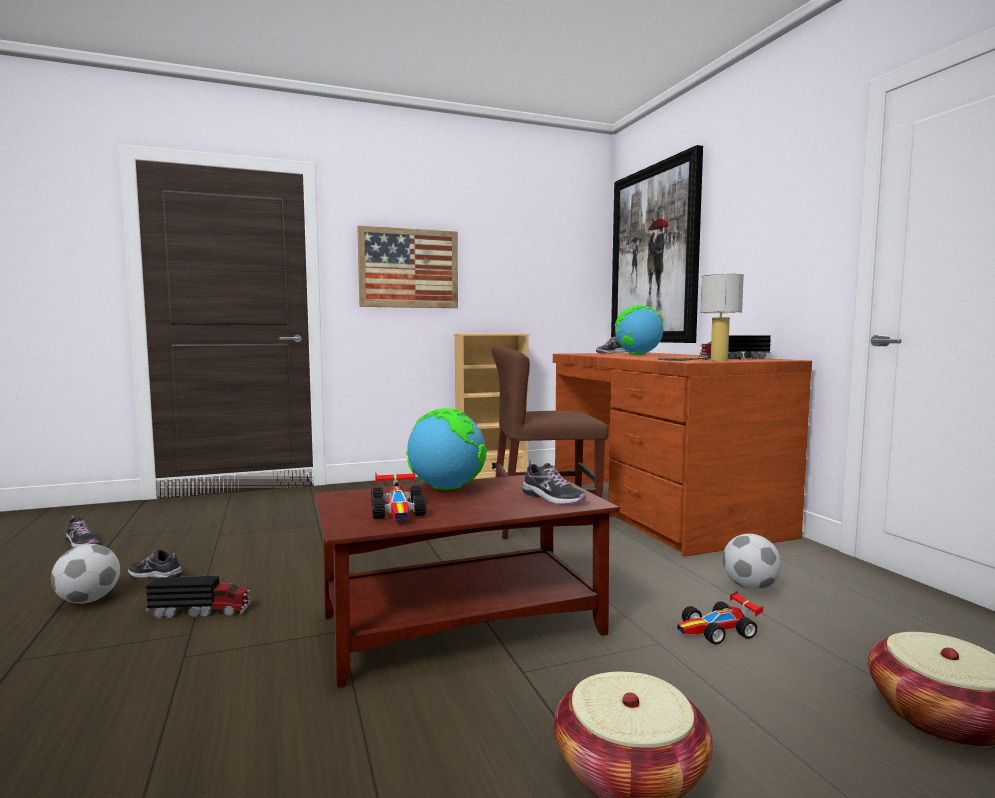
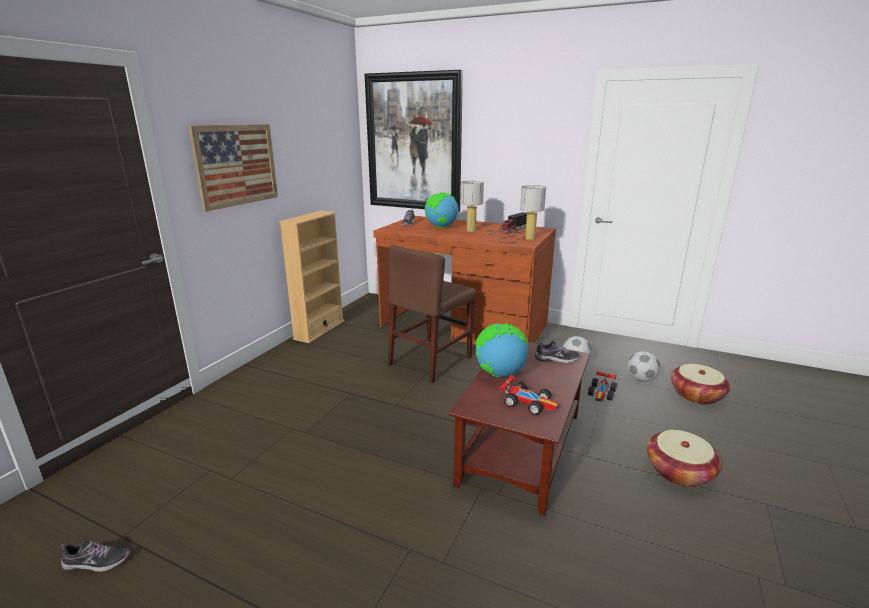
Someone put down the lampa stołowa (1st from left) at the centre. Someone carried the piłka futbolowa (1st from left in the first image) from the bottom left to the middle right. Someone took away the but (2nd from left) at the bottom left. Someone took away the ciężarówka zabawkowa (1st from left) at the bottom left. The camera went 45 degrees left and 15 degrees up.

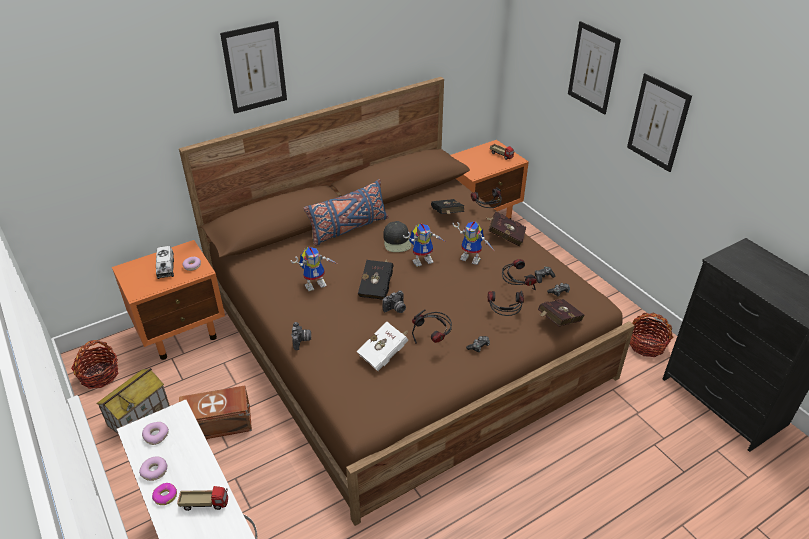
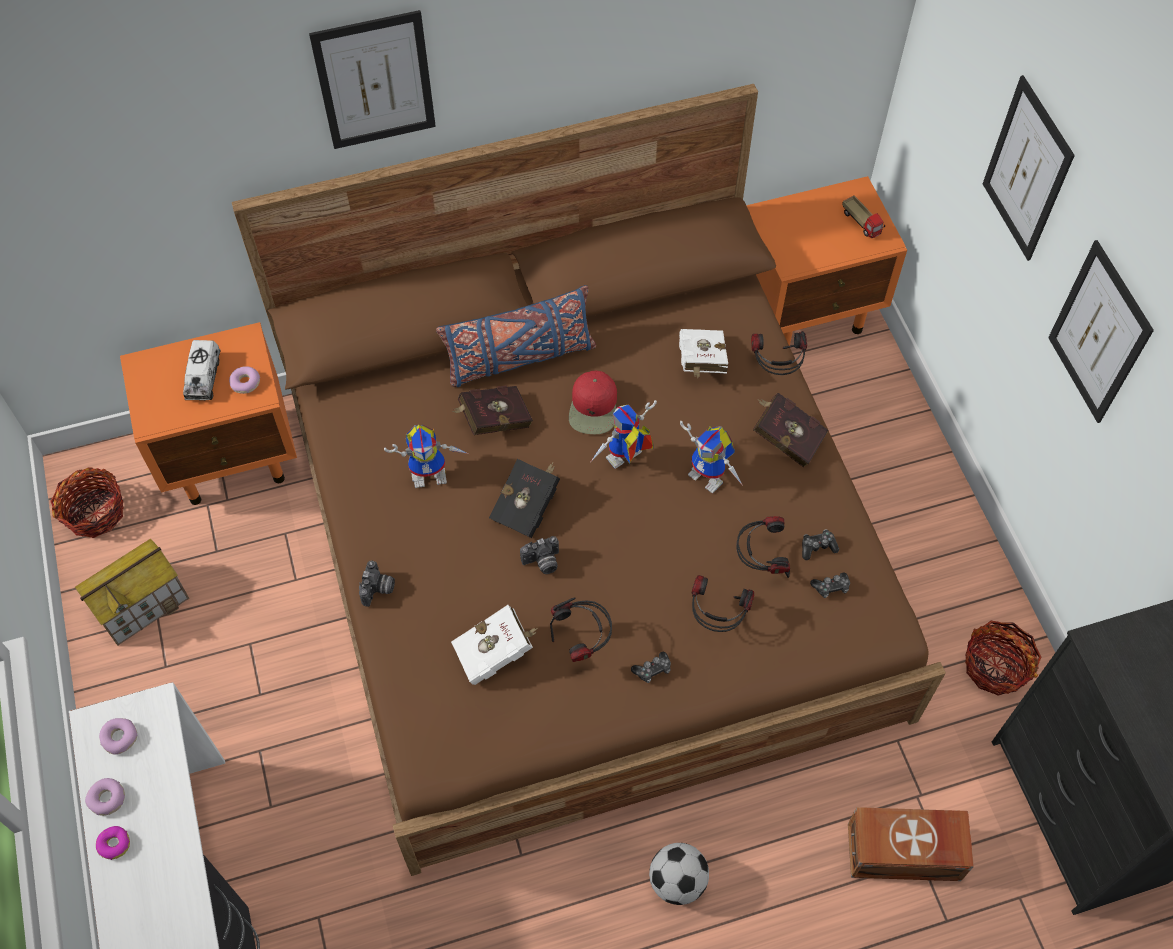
Someone carried the książka (czerwony) (2nd from left in the first image) from the middle right to the centre. Someone repainted the czapka z daszkiem (czarny) at the centre, which became the czapka z daszkiem (czerwony) at the centre. Someone rotated the robot zabawkowy (2nd from left) at the centre by 150 degrees clockwise. Someone put down the piłka futbolowa at the bottom centre. Someone repainted the książka (czarny) (2nd from left) at the centre, which became the książka (biały) (2nd from left) at the centre. Someone carried the pojemnik do przechowywania (brązowy) from the bottom left to the bottom right. Someone took away the ciężarówka zabawkowa (2nd from left) at the bottom left. The camera went 15 degrees right and 20 degrees up.

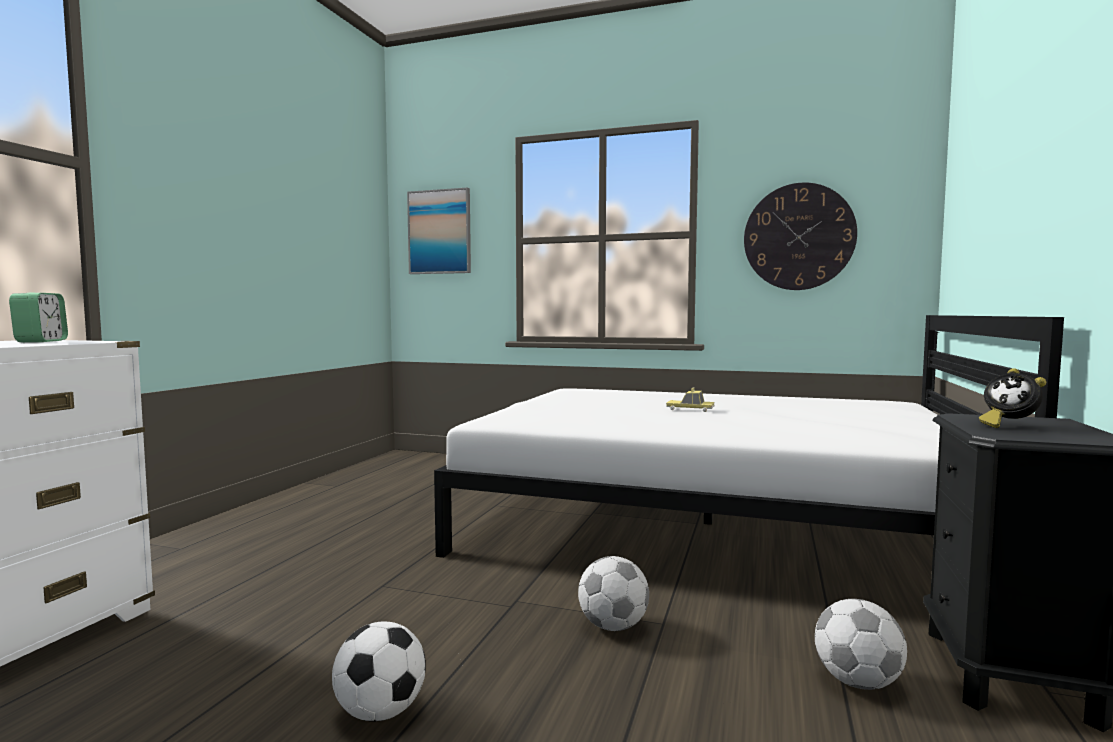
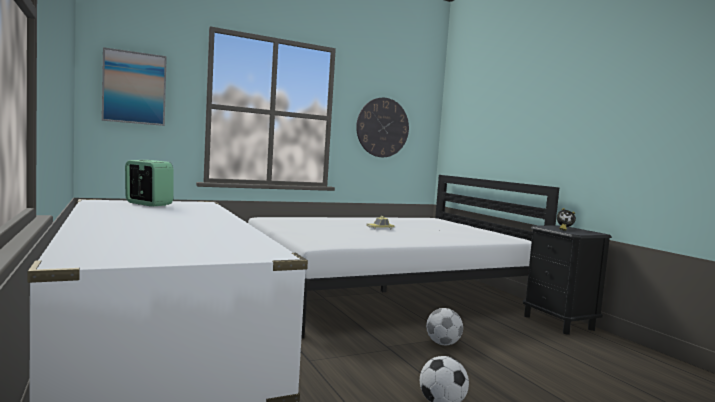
Someone took away the piłka futbolowa (3rd from left) at the bottom right. The camera went 45 degrees left and 0 degrees up.

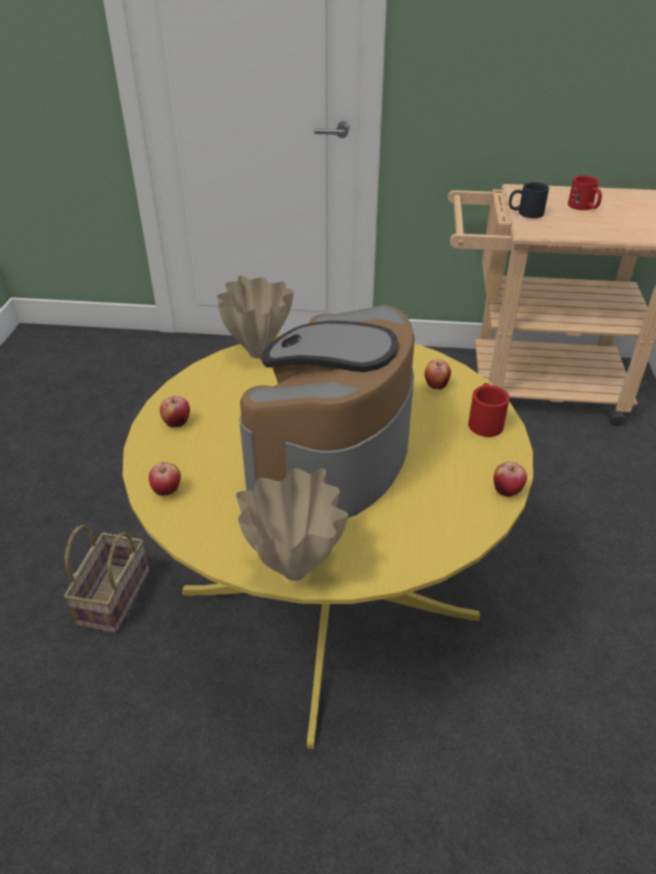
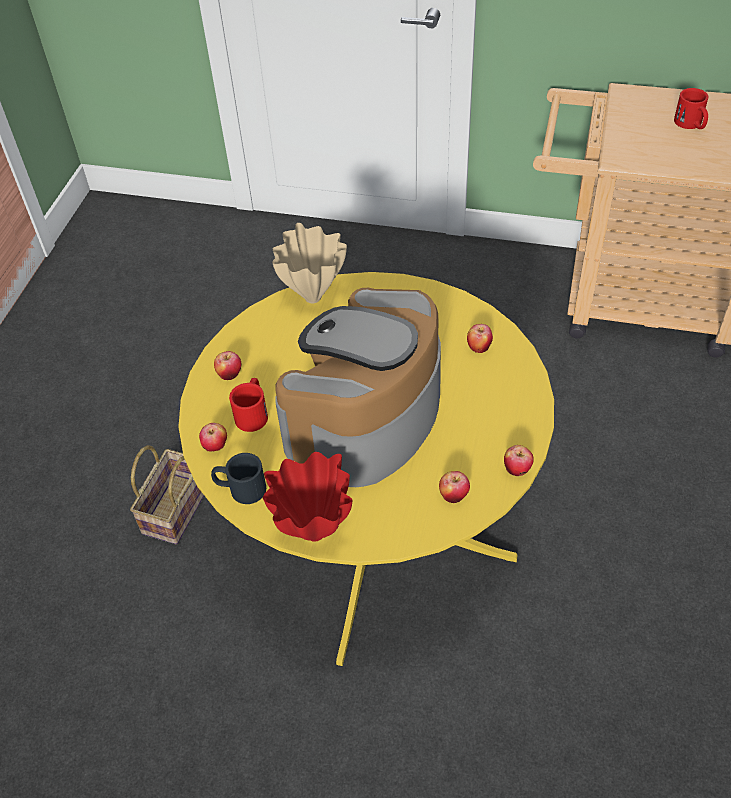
Someone carried the kubek (czarny) from the top right to the middle left. Someone carried the kubek (czerwony) (1st from left) from the middle right to the centre. Someone repainted the wazon (beżowy) (2nd from left) at the centre, which became the wazon (czerwony) at the centre. Someone put down the jabłko (3rd from left) at the centre. The camera went 10 degrees right and 10 degrees up.

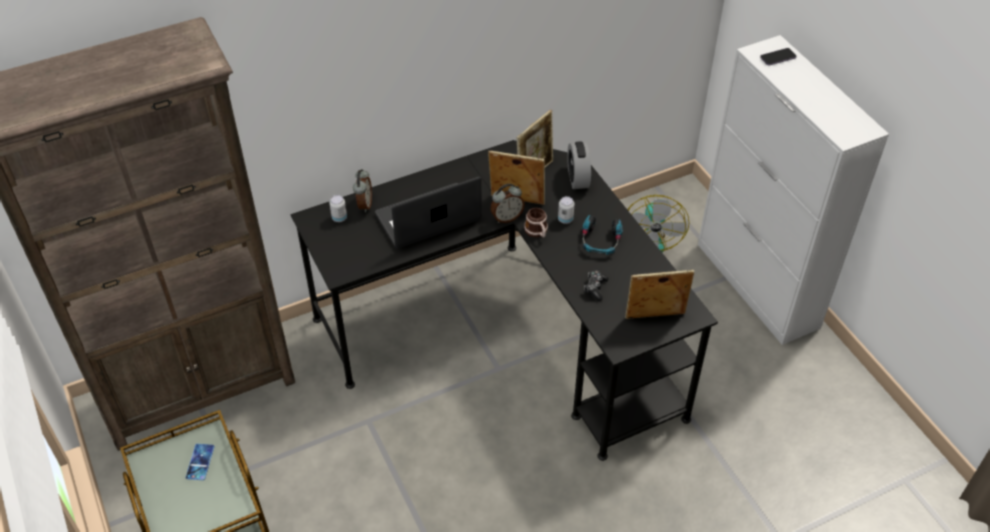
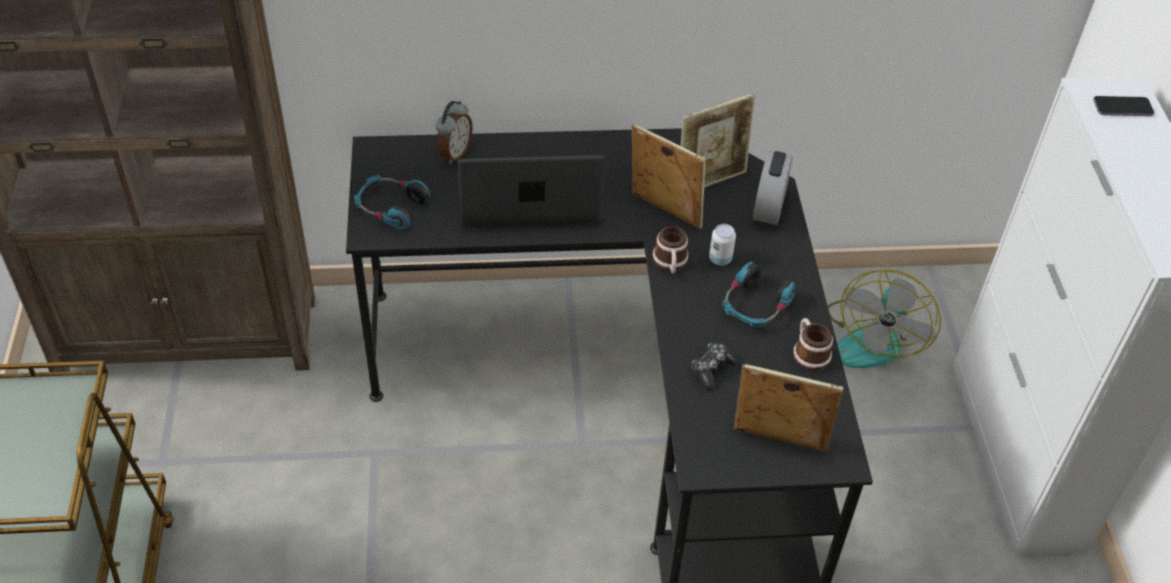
Someone put down the słuchawki (1st from left) at the centre. Someone put down the kubek (2nd from left) at the middle right. Someone took away the telefon (1st from left) at the bottom left. Someone took away the puszka (1st from left) at the centre. Someone took away the budzik (2nd from left) at the centre. The camera went 20 degrees right and 0 degrees up.

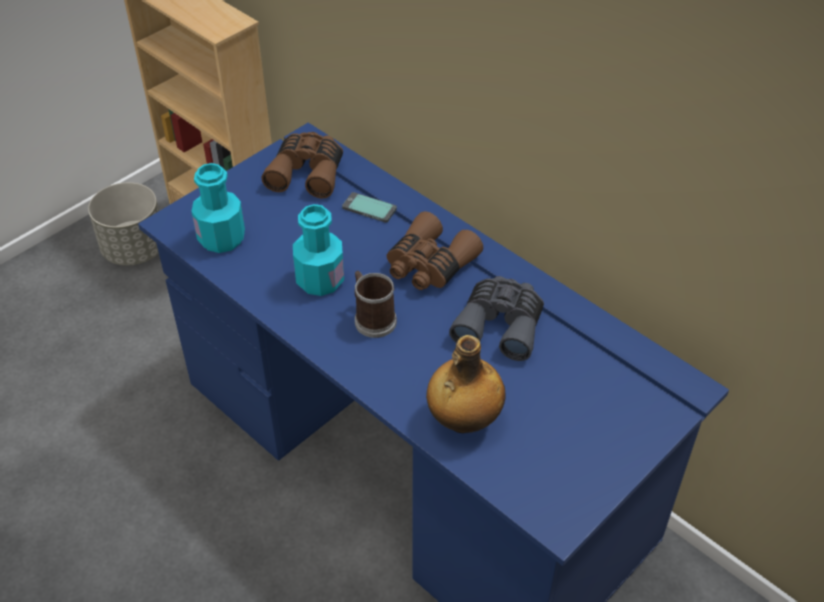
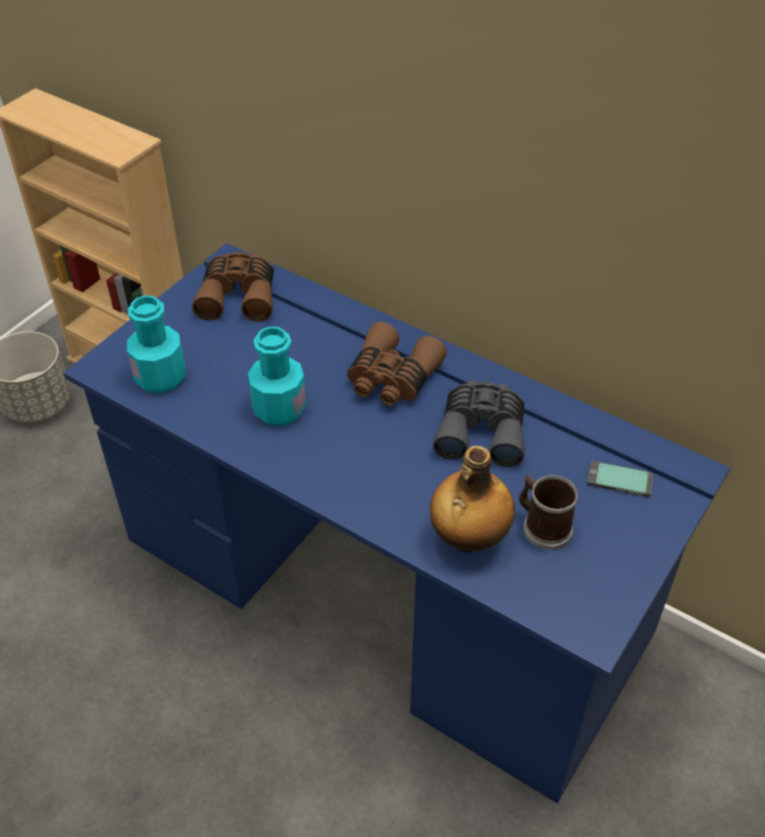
Someone carried the kubek from the centre to the middle right. Someone carried the telefon from the centre to the middle right. The camera went 10 degrees left and 0 degrees up.

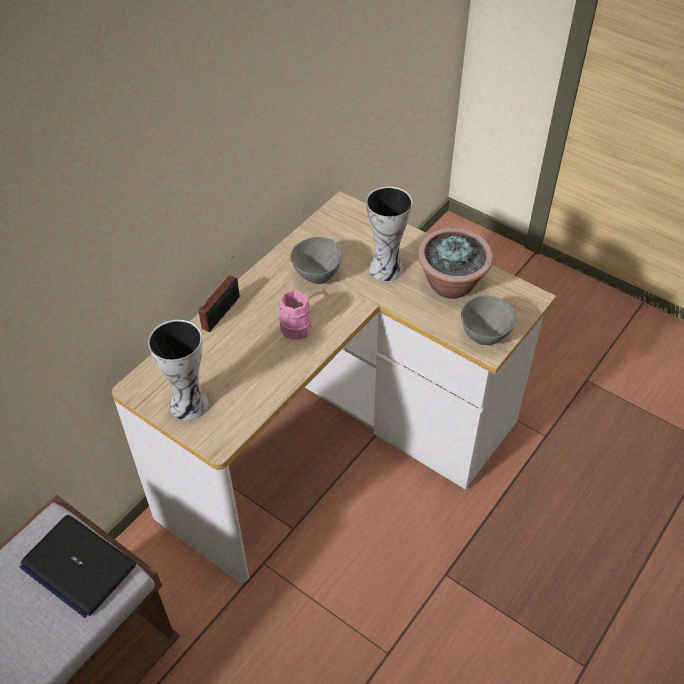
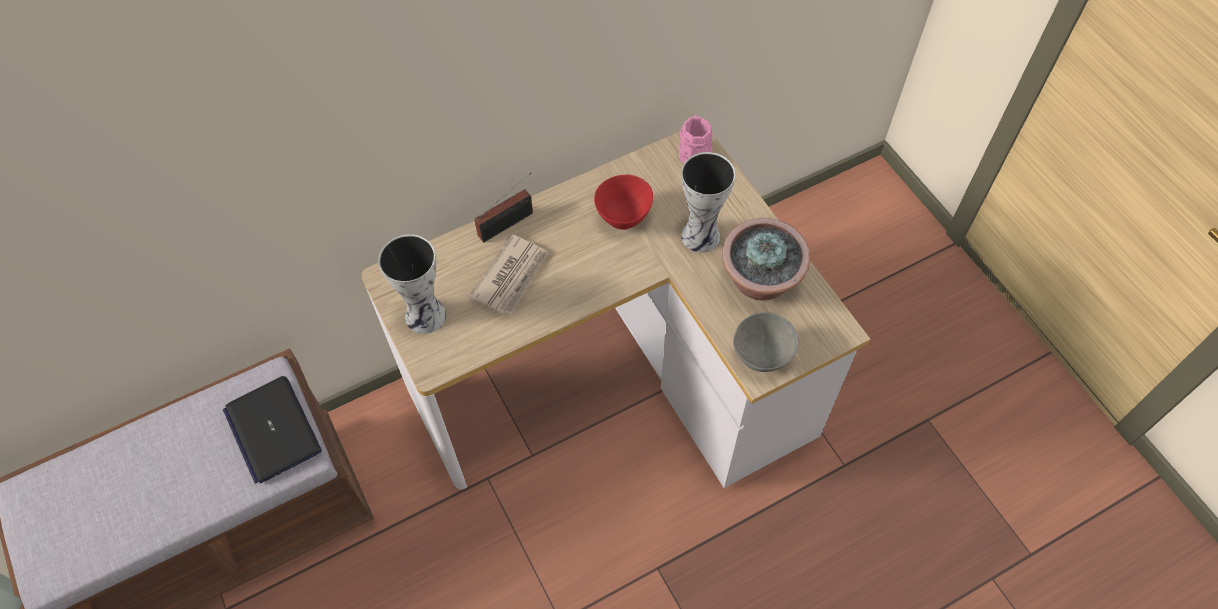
Someone put down the gazeta at the centre. Someone repainted the miska (szary) (1st from left) at the centre, which became the miska (czerwony) at the top centre. Someone carried the kubek (różowy) from the centre to the top centre. The camera went 25 degrees right and 10 degrees up.

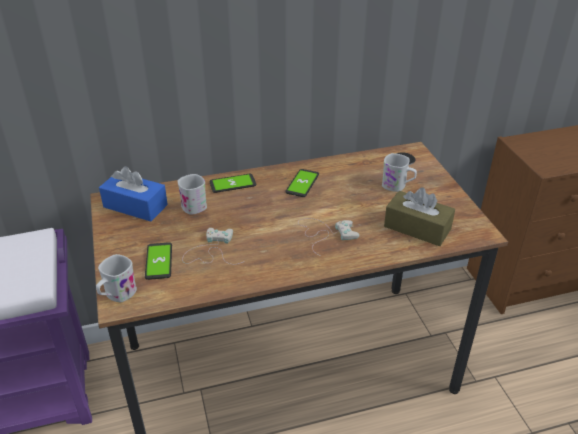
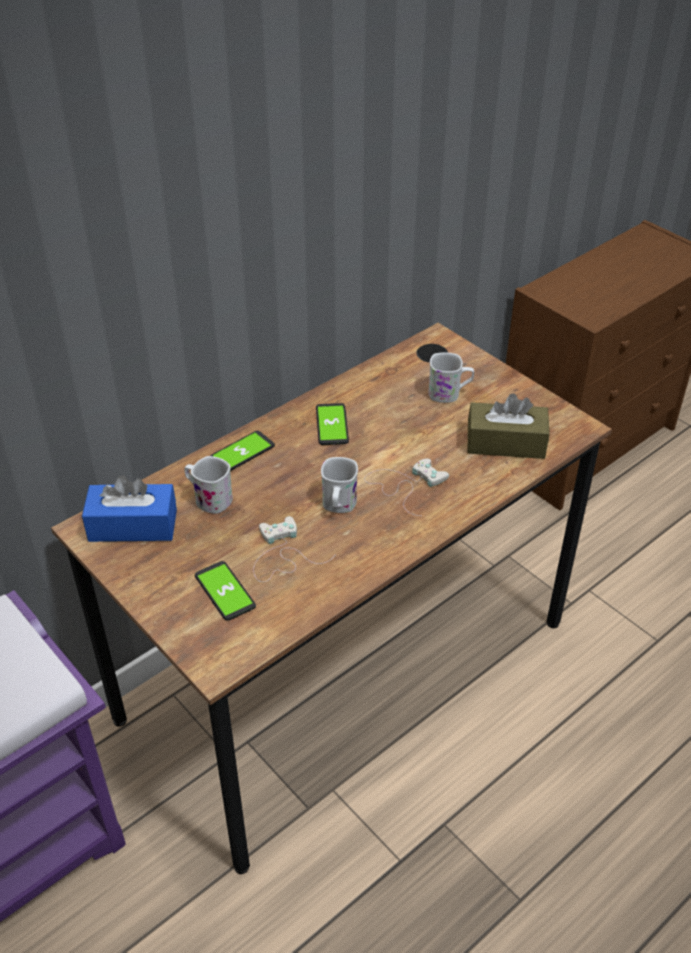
Someone carried the kubek (biały) (1st from left in the first image) from the middle left to the centre. The camera went 25 degrees left and 5 degrees up.

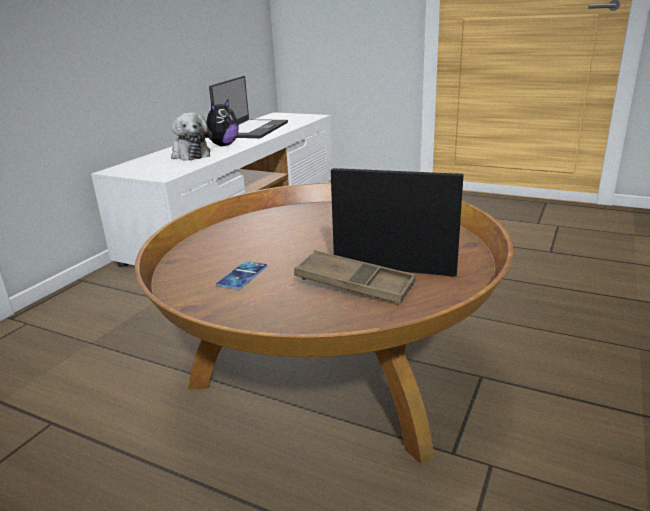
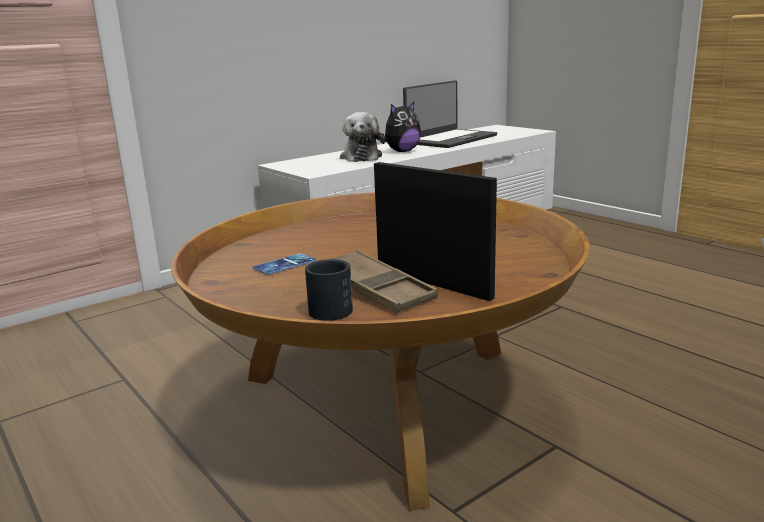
Someone put down the kubek (czarny) at the centre. The camera went 25 degrees right and 5 degrees down.

